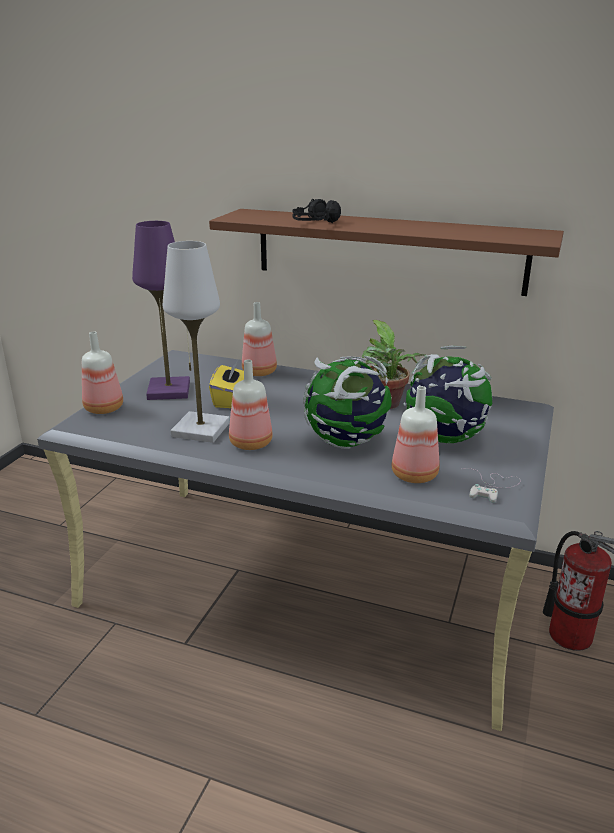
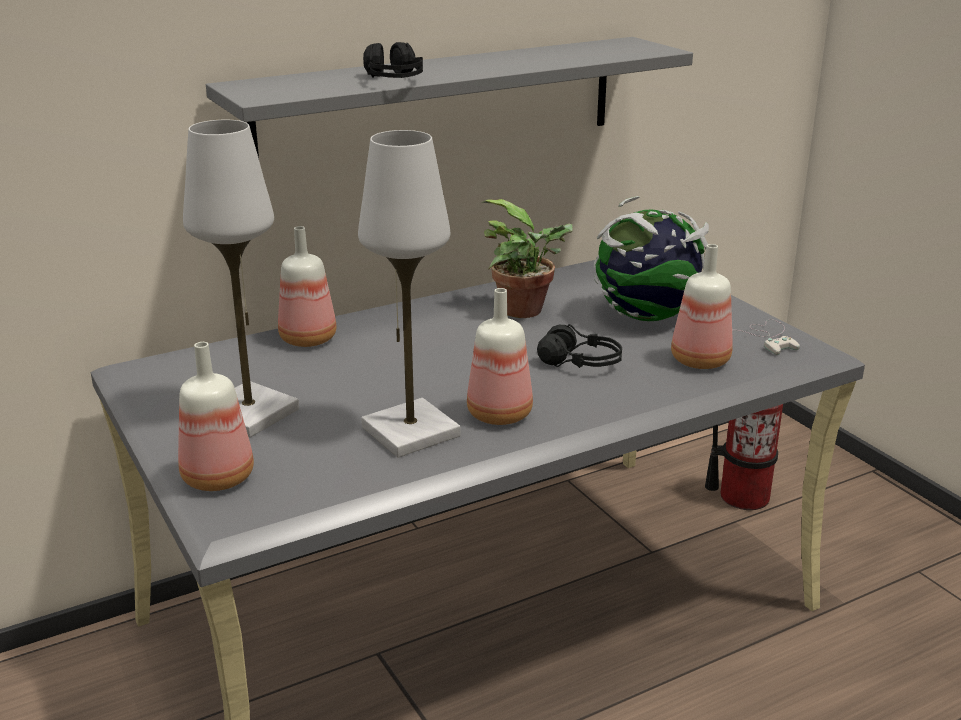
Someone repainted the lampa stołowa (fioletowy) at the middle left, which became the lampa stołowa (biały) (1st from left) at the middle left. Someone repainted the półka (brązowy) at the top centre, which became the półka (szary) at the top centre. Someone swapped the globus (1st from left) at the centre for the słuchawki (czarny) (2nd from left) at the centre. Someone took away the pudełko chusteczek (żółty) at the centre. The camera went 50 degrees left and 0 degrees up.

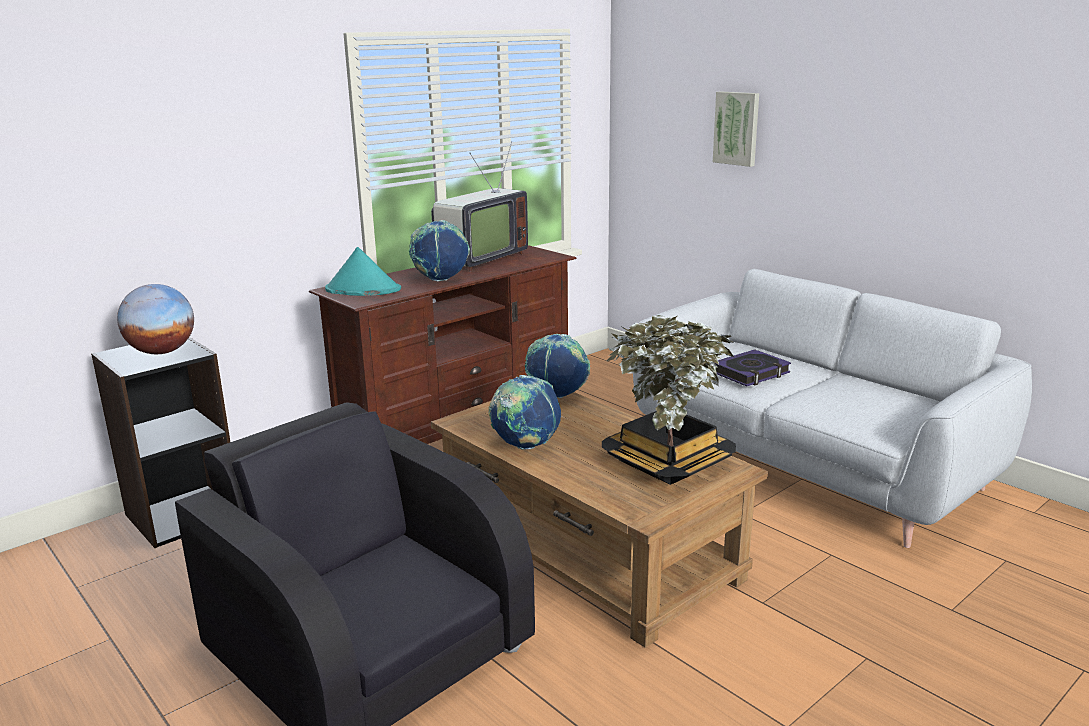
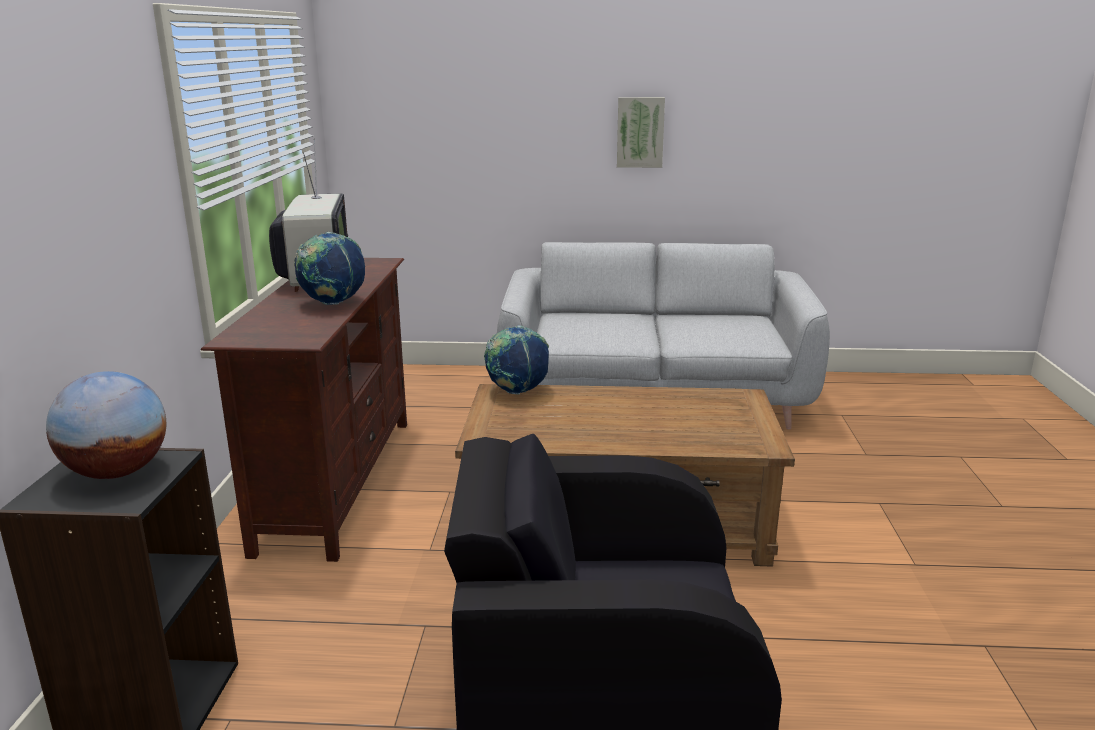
Someone carried the obraz from the top right to the top centre. Someone took away the kapelusz (turkusowy) at the centre. Someone took away the globus (3rd from left) at the centre. Someone took away the roślina doniczkowa at the centre. Someone took away the książka at the middle right. The camera went 45 degrees left and 0 degrees up.

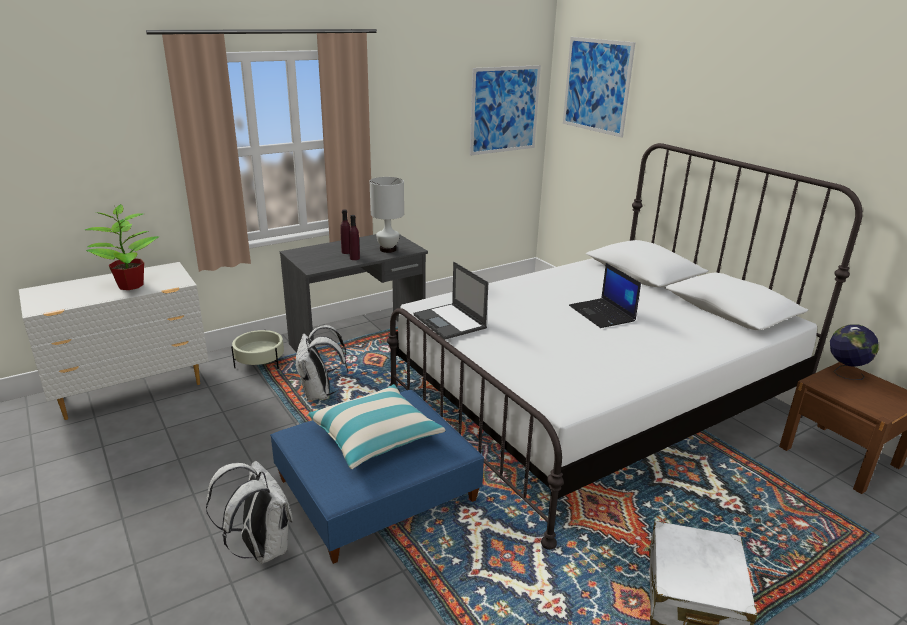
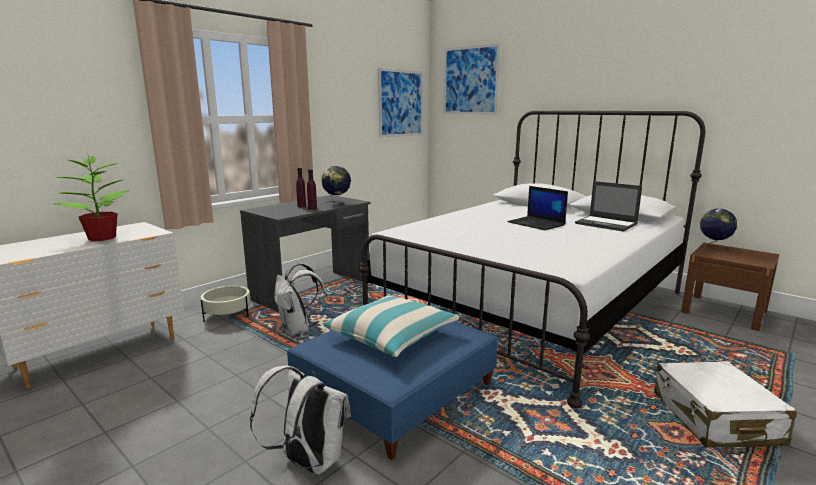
Someone swapped the lampa stołowa (biały) at the centre for the globus (1st from left) at the centre. Someone carried the laptop (1st from left in the first image) from the centre to the middle right. The camera went 15 degrees left and 10 degrees down.

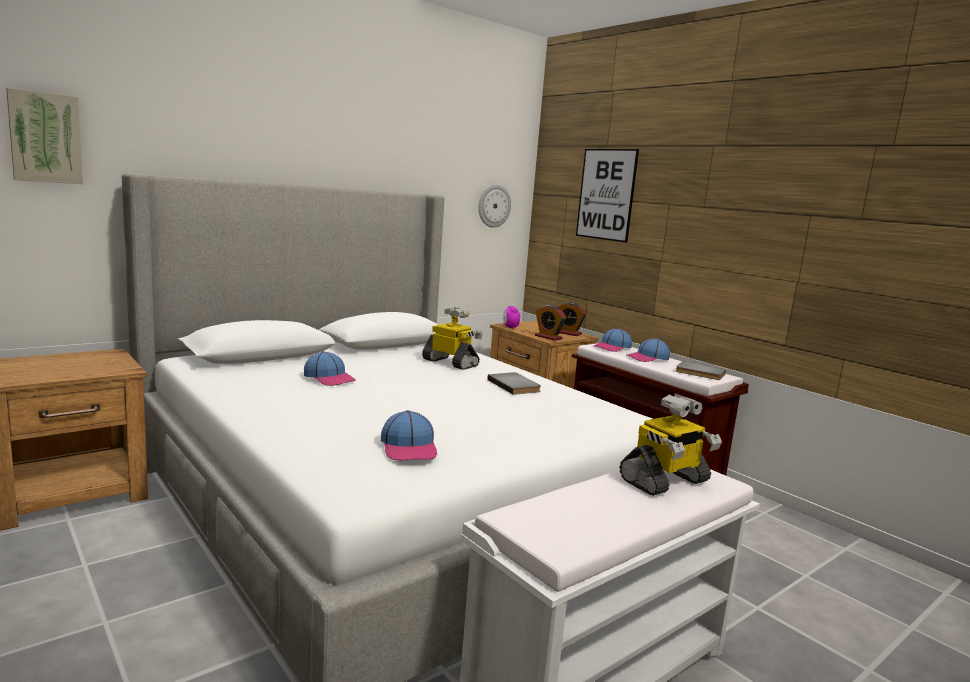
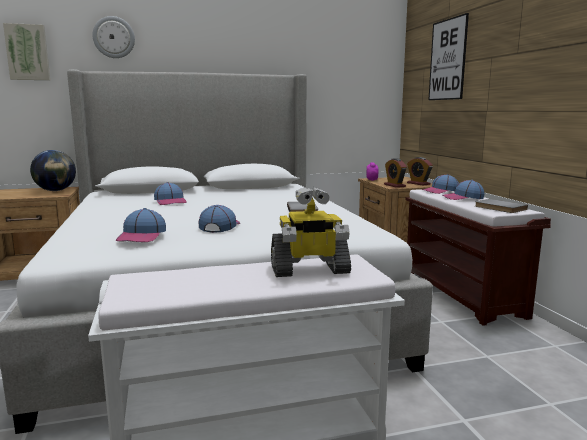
Someone put down the globus at the middle left. Someone carried the zegar ścienny from the top centre to the top left. Someone put down the czapka z daszkiem (3rd from left) at the centre. Someone took away the robot zabawkowy (1st from left) at the centre. The camera went 25 degrees right and 0 degrees up.

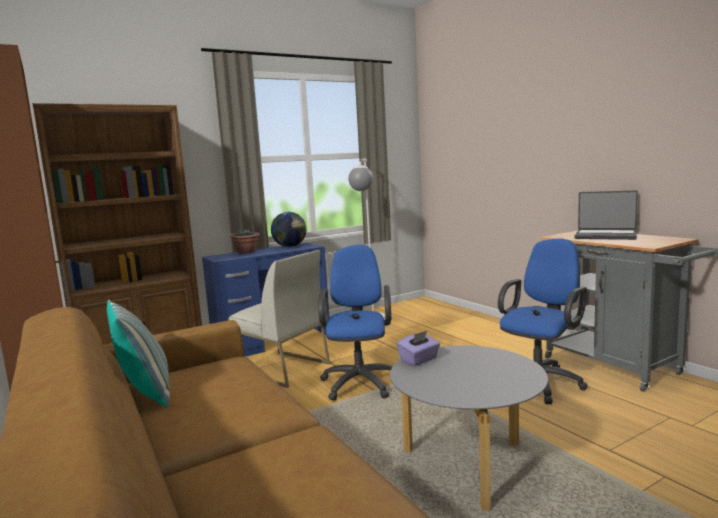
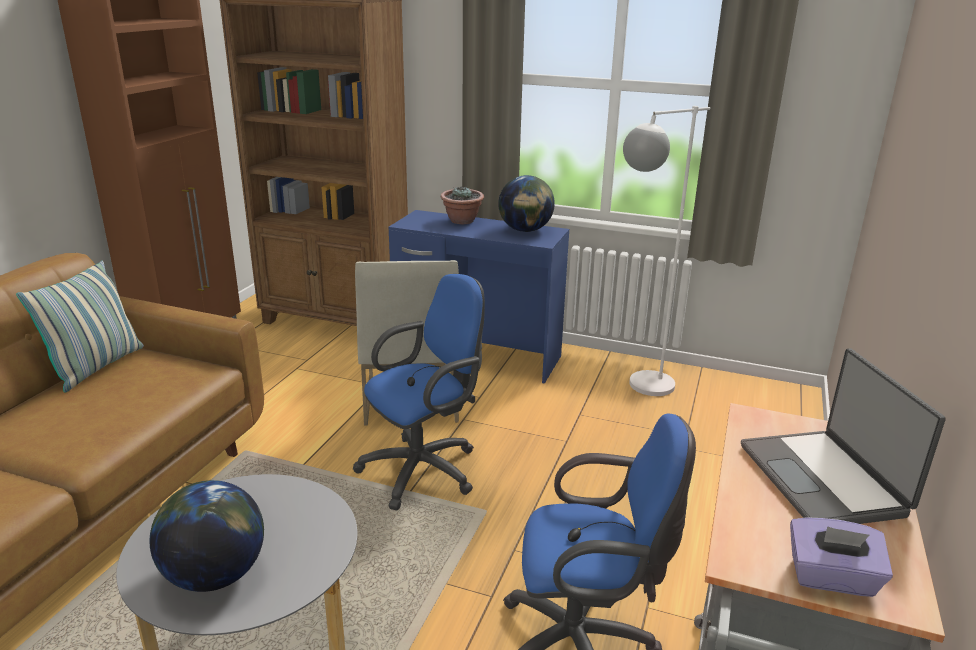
Someone put down the globus (1st from left) at the bottom left. Someone carried the pudełko chusteczek (fioletowy) from the bottom centre to the bottom right. The camera went 50 degrees right and 15 degrees up.

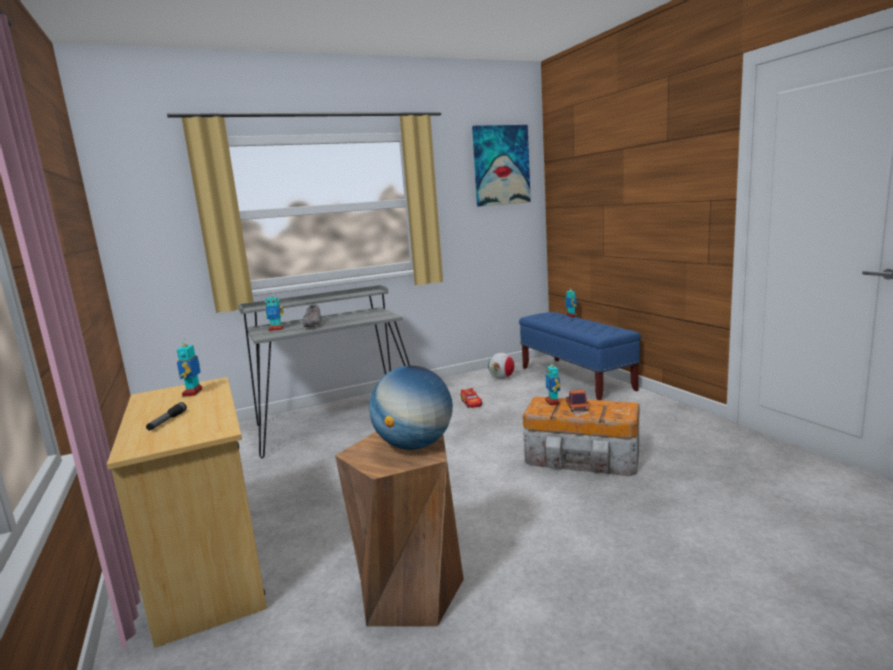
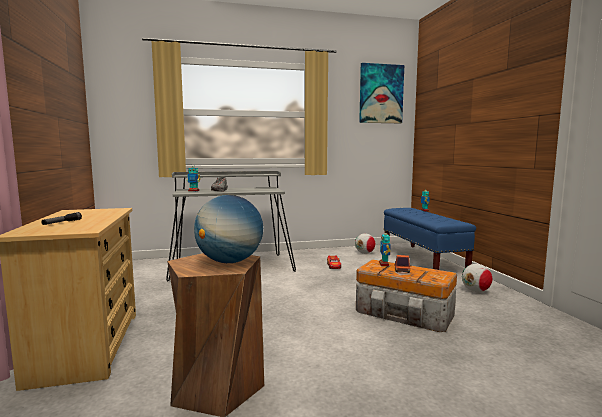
Someone put down the piłka futbolowa (2nd from left) at the bottom right. Someone took away the robot zabawkowy (1st from left) at the middle left. The camera went 10 degrees right and 5 degrees down.

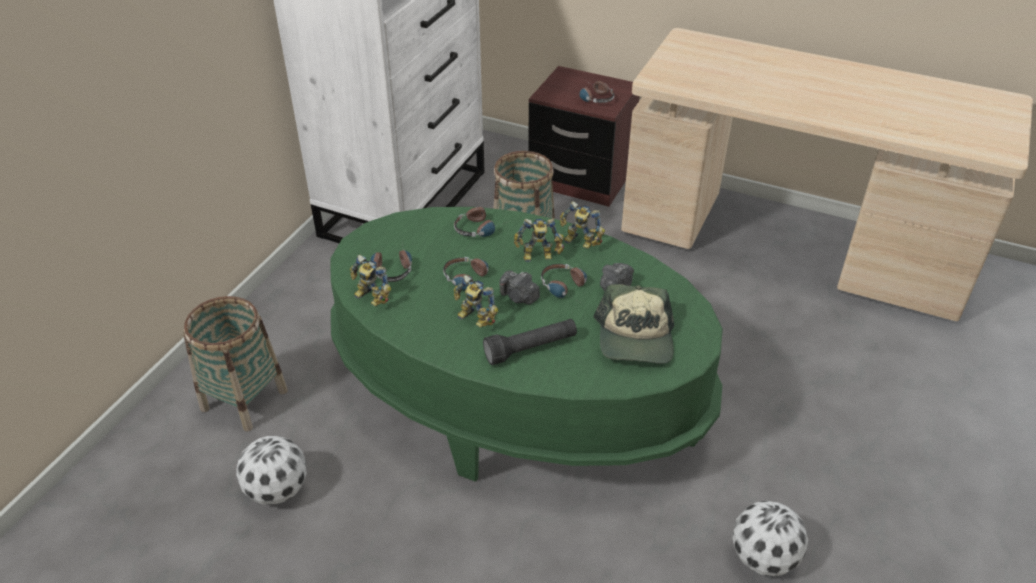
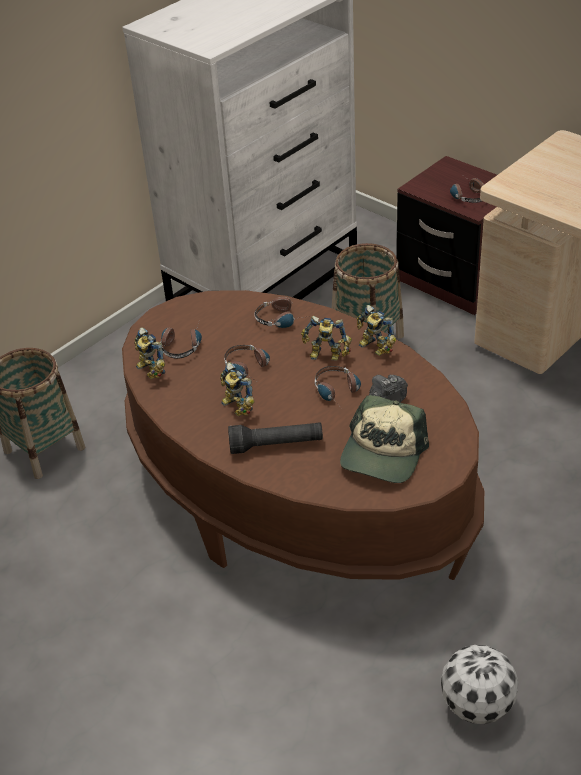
Someone repainted the ława (zielony) at the centre, which became the ława (brązowy) at the centre. Someone took away the piłka futbolowa (1st from left) at the bottom left. Someone took away the aparat fotograficzny (1st from left) at the centre. The camera went 20 degrees right and 0 degrees up.

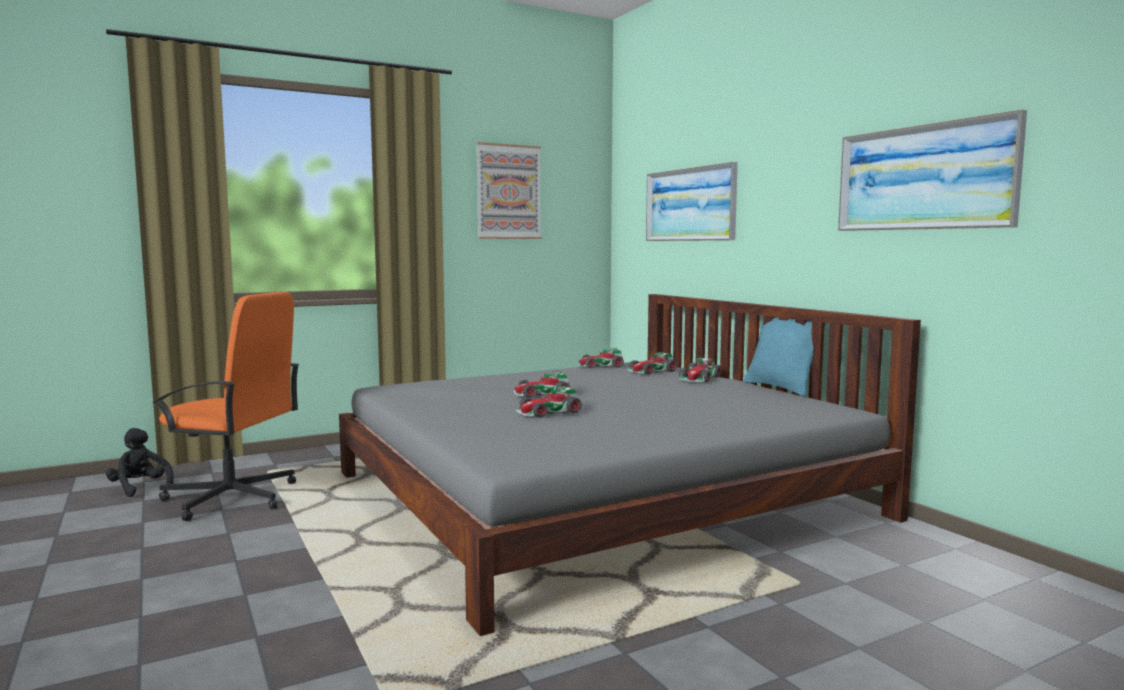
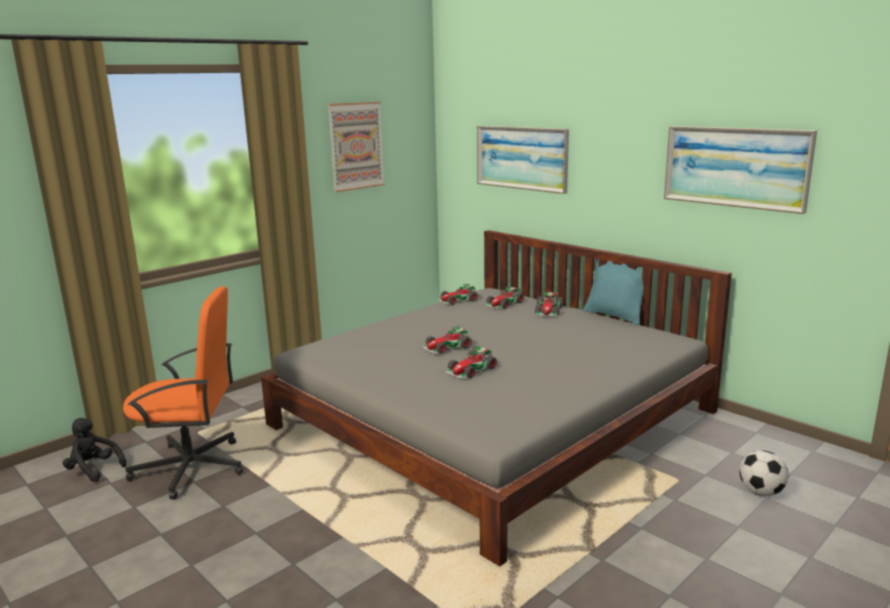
Someone put down the piłka futbolowa at the bottom right. The camera went 15 degrees left and 10 degrees up.

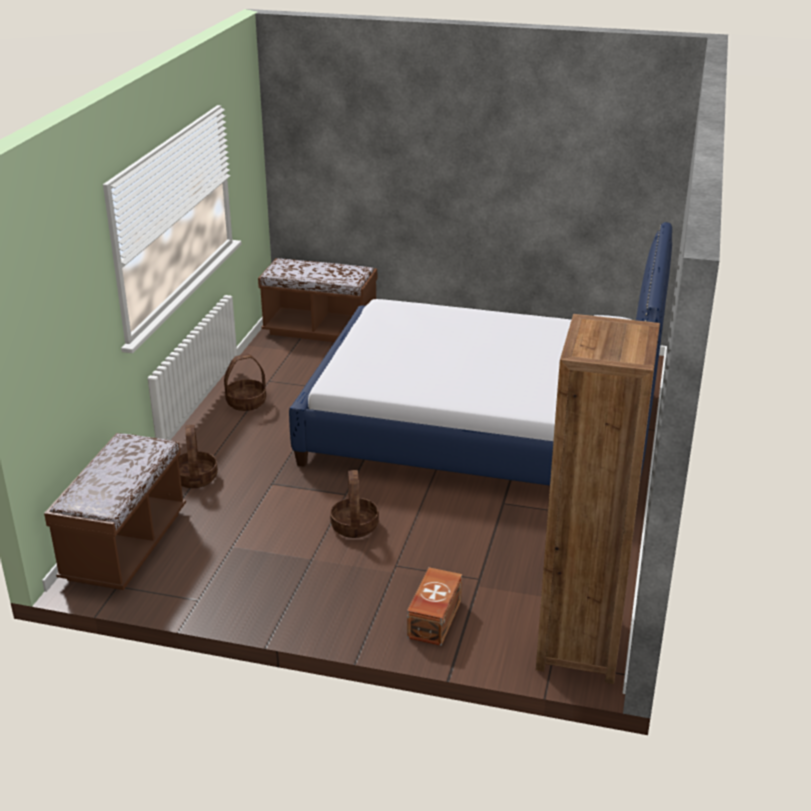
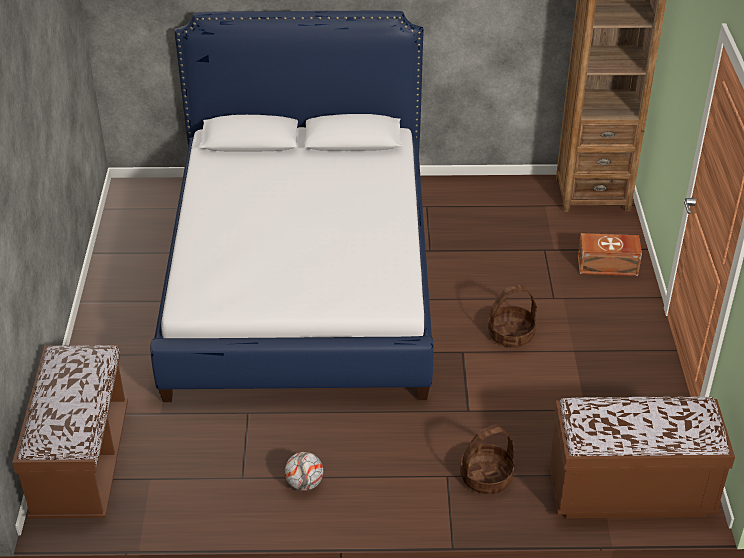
Someone swapped the koszyk (2nd from left) at the middle left for the piłka futbolowa at the bottom centre. The camera went 105 degrees left and 10 degrees up.

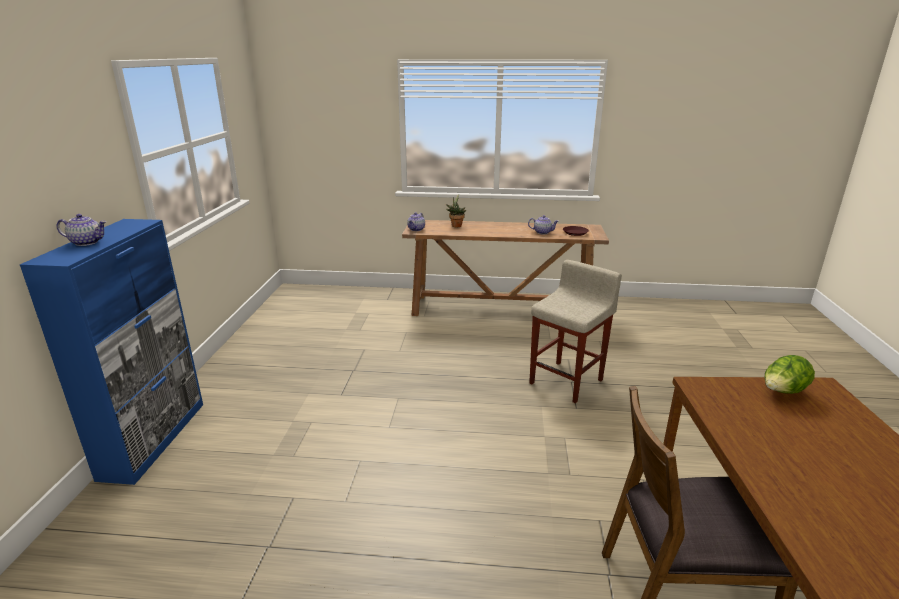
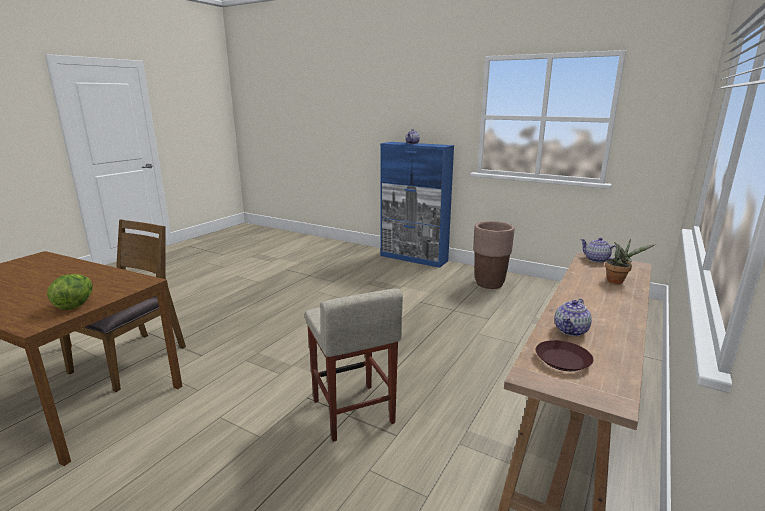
Someone put down the donica (brązowy) at the centre. The camera went 115 degrees right and 5 degrees down.

